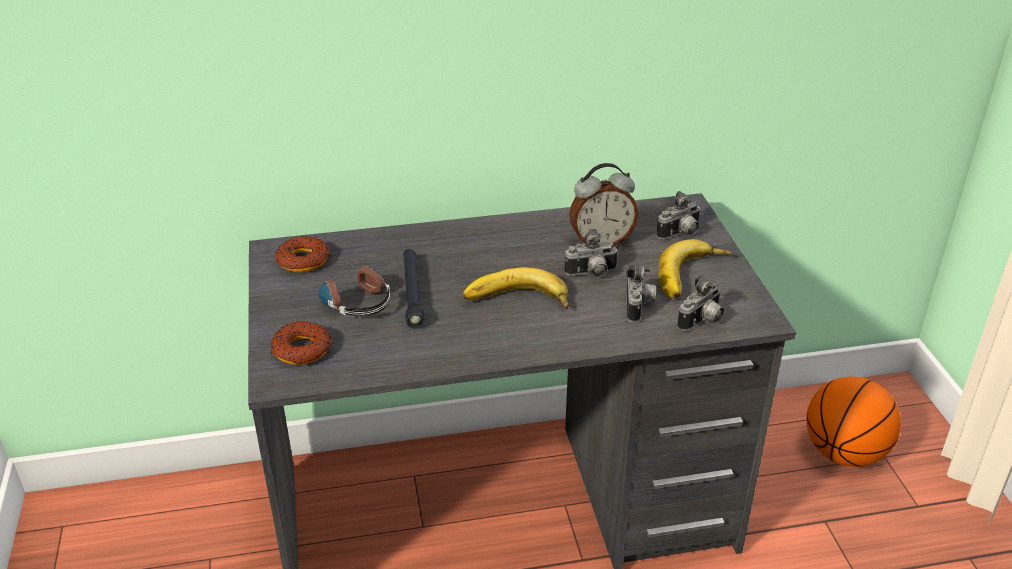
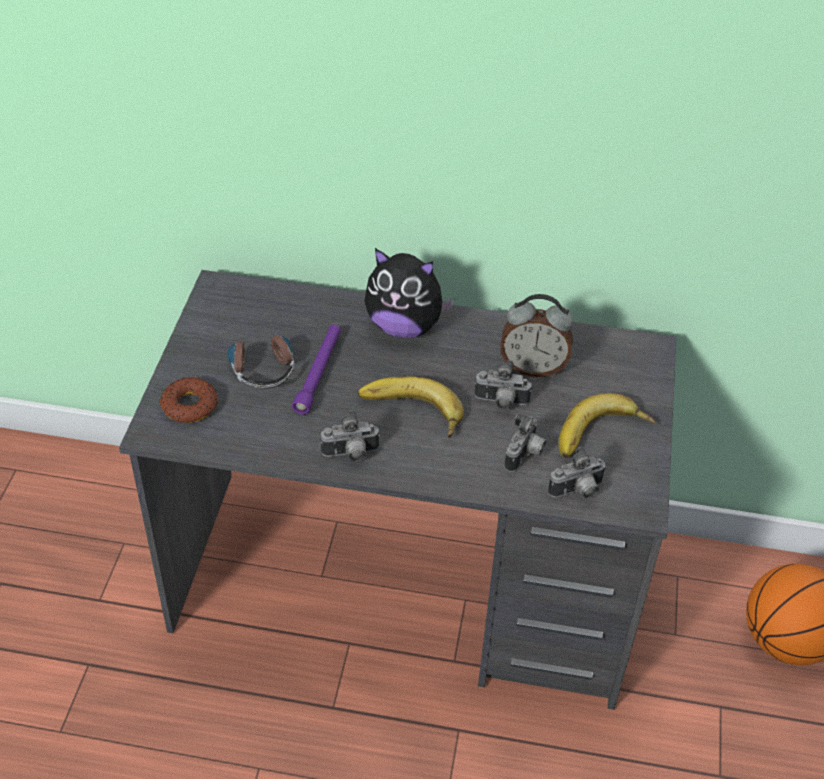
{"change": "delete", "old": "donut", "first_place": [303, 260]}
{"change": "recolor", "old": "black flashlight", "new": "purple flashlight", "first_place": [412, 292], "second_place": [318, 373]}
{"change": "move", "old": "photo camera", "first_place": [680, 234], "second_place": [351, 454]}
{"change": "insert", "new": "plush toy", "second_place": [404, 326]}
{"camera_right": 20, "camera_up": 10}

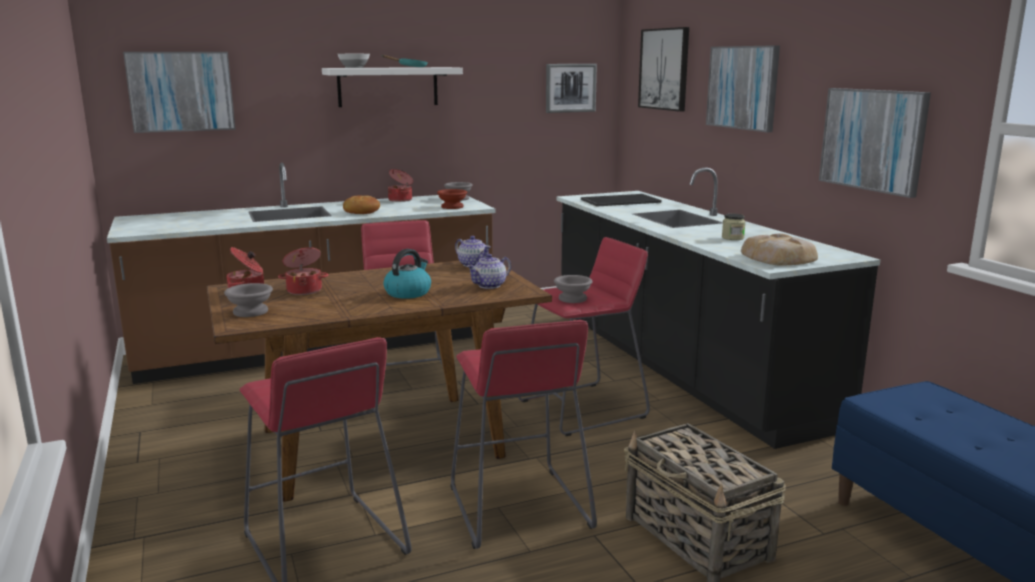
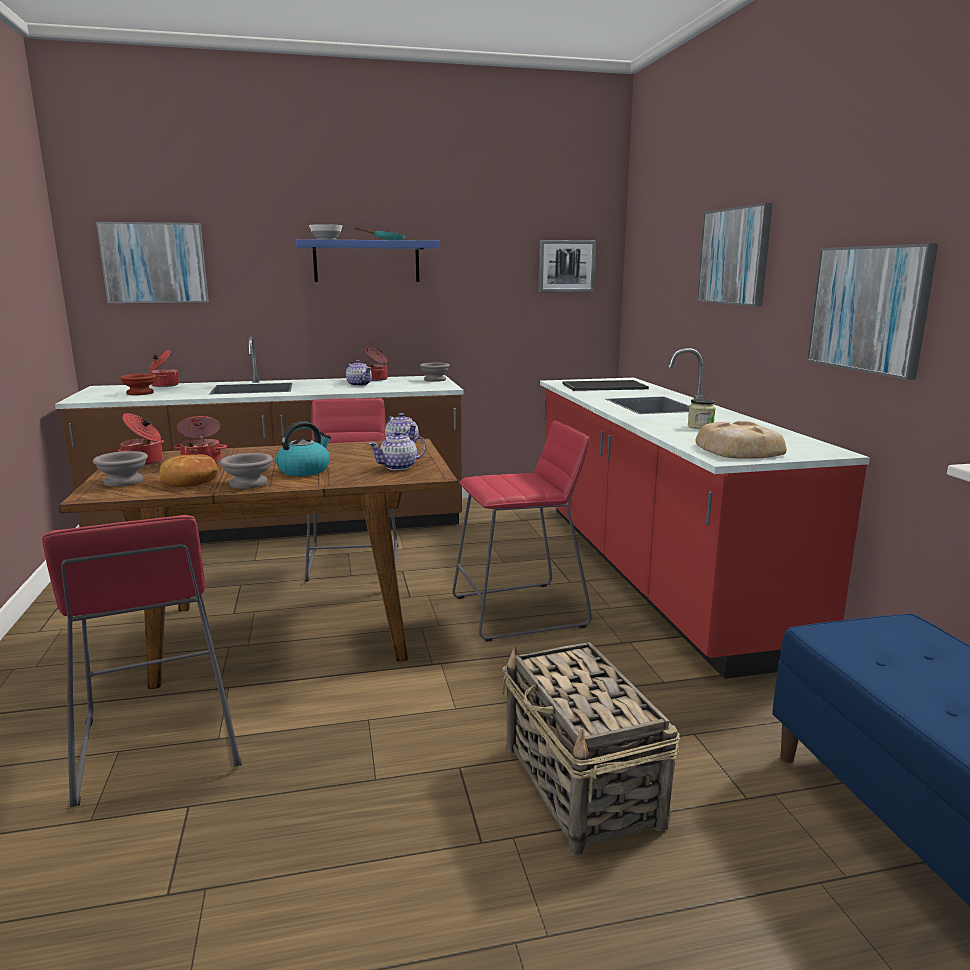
{"change": "recolor", "old": "white shelf", "new": "blue shelf", "first_place": [388, 86], "second_place": [366, 261]}
{"change": "move", "old": "bread", "first_place": [361, 212], "second_place": [189, 481]}
{"change": "move", "old": "brown bowl", "first_place": [452, 207], "second_place": [140, 393]}
{"change": "delete", "old": "red stool", "first_place": [518, 507]}
{"change": "move", "old": "grey bowl", "first_place": [573, 299], "second_place": [248, 484]}
{"change": "recolor", "old": "black counter", "new": "red counter", "first_place": [679, 365], "second_place": [651, 570]}
{"change": "delete", "old": "picture", "first_place": [664, 69]}
{"change": "insert", "new": "cooking pot", "second_place": [164, 385]}
{"change": "insert", "new": "teapot", "second_place": [359, 384]}
{"camera_right": 10, "camera_up": 0}

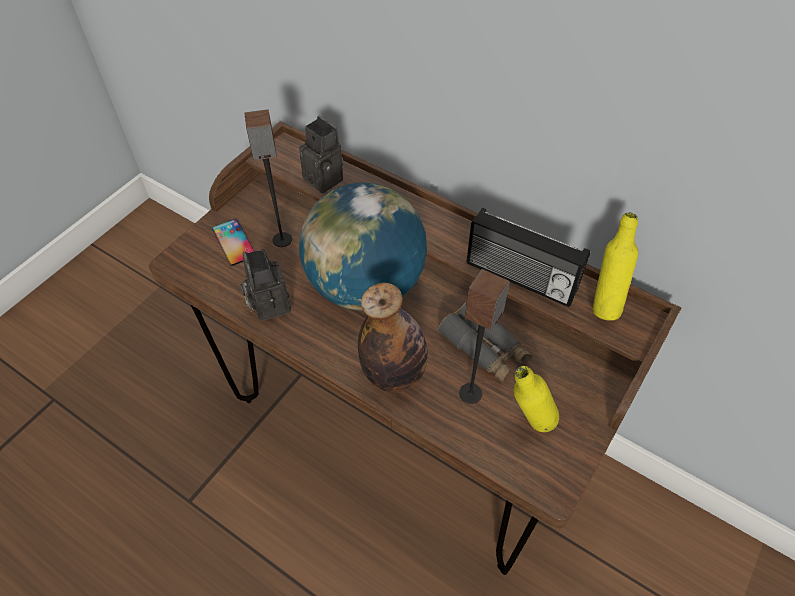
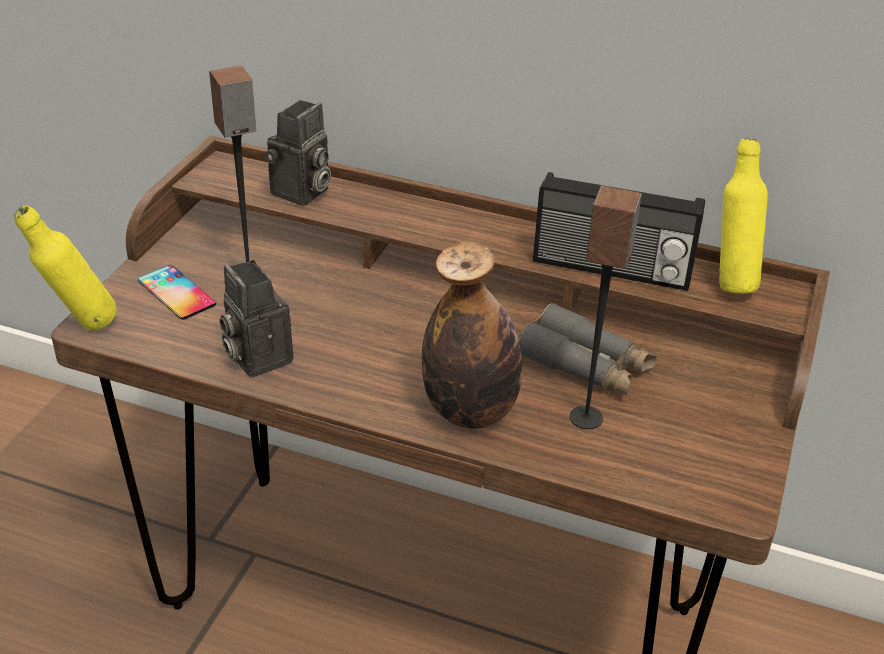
{"change": "delete", "old": "globe", "first_place": [365, 286]}
{"change": "rotate", "old": "photo camera", "first_place": [326, 179], "second_place": [301, 193], "degrees": 90}
{"change": "move", "old": "yellow bottle", "first_place": [528, 425], "second_place": [81, 328]}
{"camera_right": -15, "camera_up": -15}

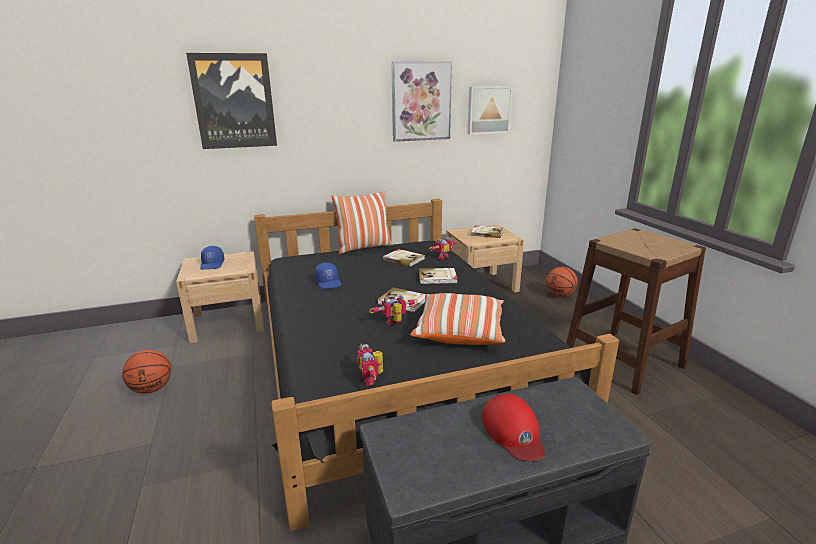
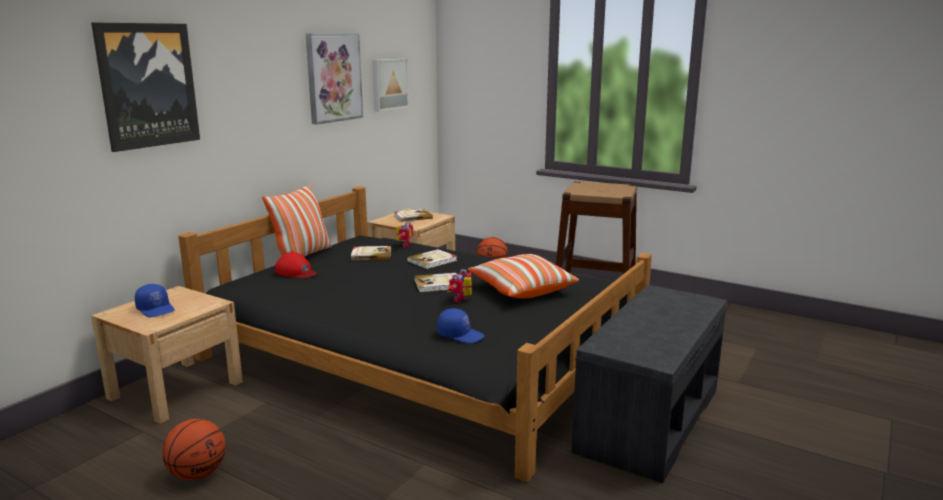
{"change": "move", "old": "blue cap", "first_place": [329, 282], "second_place": [460, 335]}
{"change": "delete", "old": "toy robot", "first_place": [372, 379]}
{"change": "move", "old": "red cap", "first_place": [513, 431], "second_place": [296, 272]}
{"camera_right": -40, "camera_up": -5}

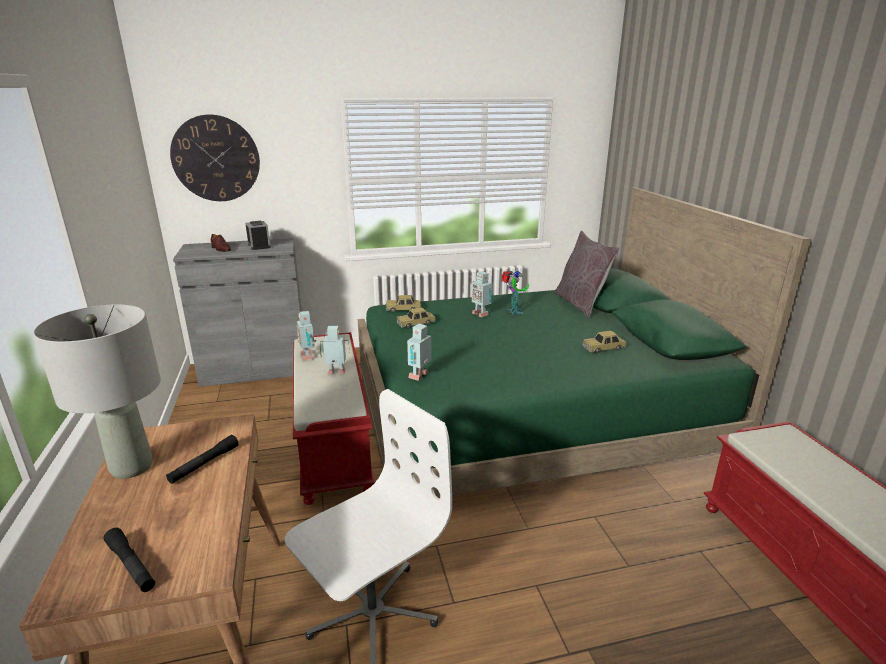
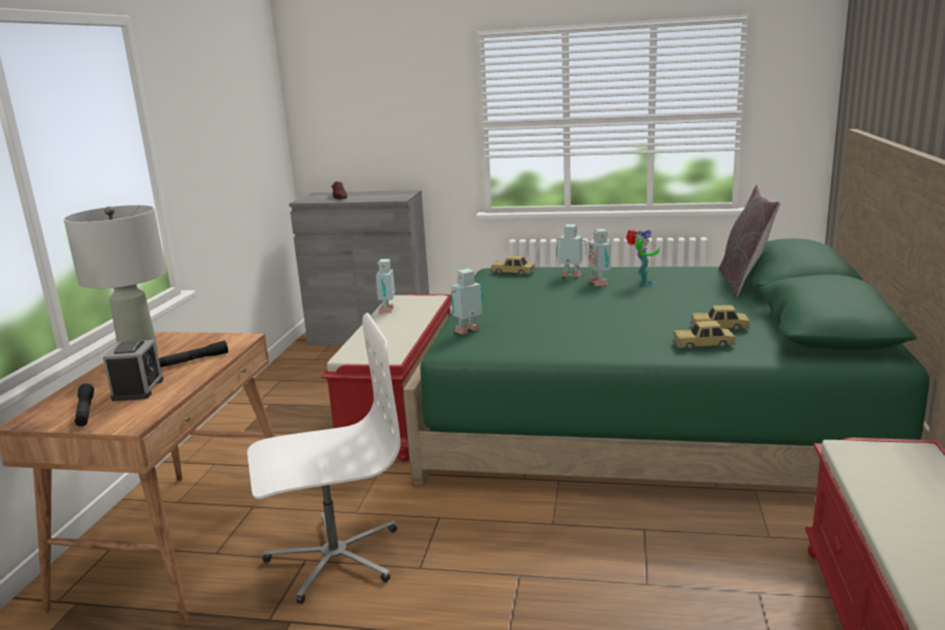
{"change": "delete", "old": "wall clock", "first_place": [216, 159]}
{"change": "move", "old": "alarm clock", "first_place": [259, 246], "second_place": [138, 389]}
{"change": "move", "old": "toy robot", "first_place": [337, 373], "second_place": [571, 276]}
{"change": "move", "old": "toy car", "first_place": [416, 324], "second_place": [703, 345]}
{"camera_right": 25, "camera_up": -5}

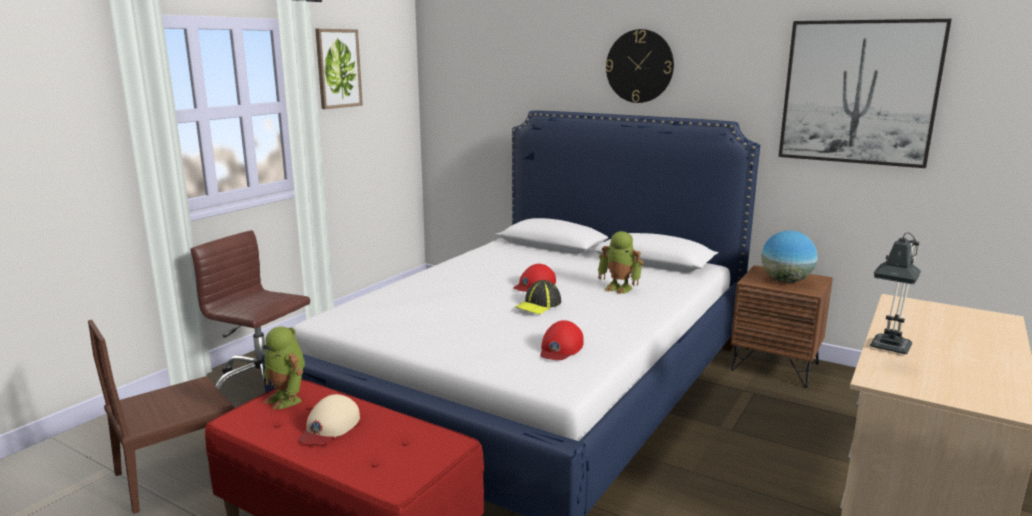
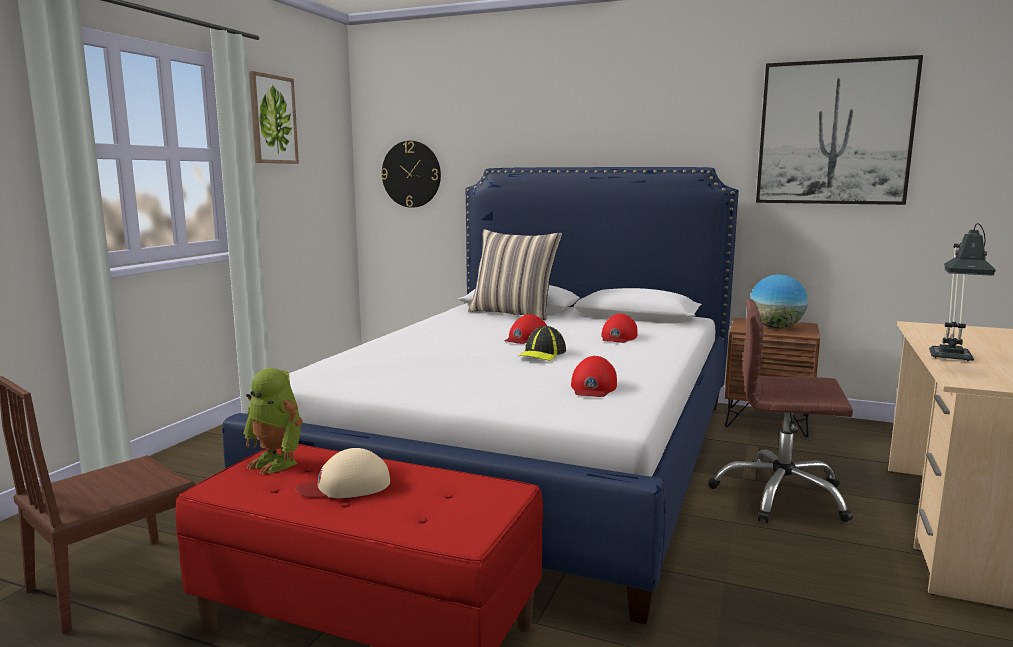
{"change": "move", "old": "brown office chair", "first_place": [263, 383], "second_place": [780, 495]}
{"change": "rotate", "old": "beige cap", "first_place": [329, 427], "second_place": [345, 486], "degrees": 60}
{"change": "replace", "old": "toy robot", "new": "red cap", "first_place": [619, 288], "second_place": [618, 337]}
{"change": "move", "old": "wall clock", "first_place": [639, 66], "second_place": [411, 174]}
{"change": "insert", "new": "pillow", "second_place": [513, 313]}
{"camera_right": -10, "camera_up": -5}

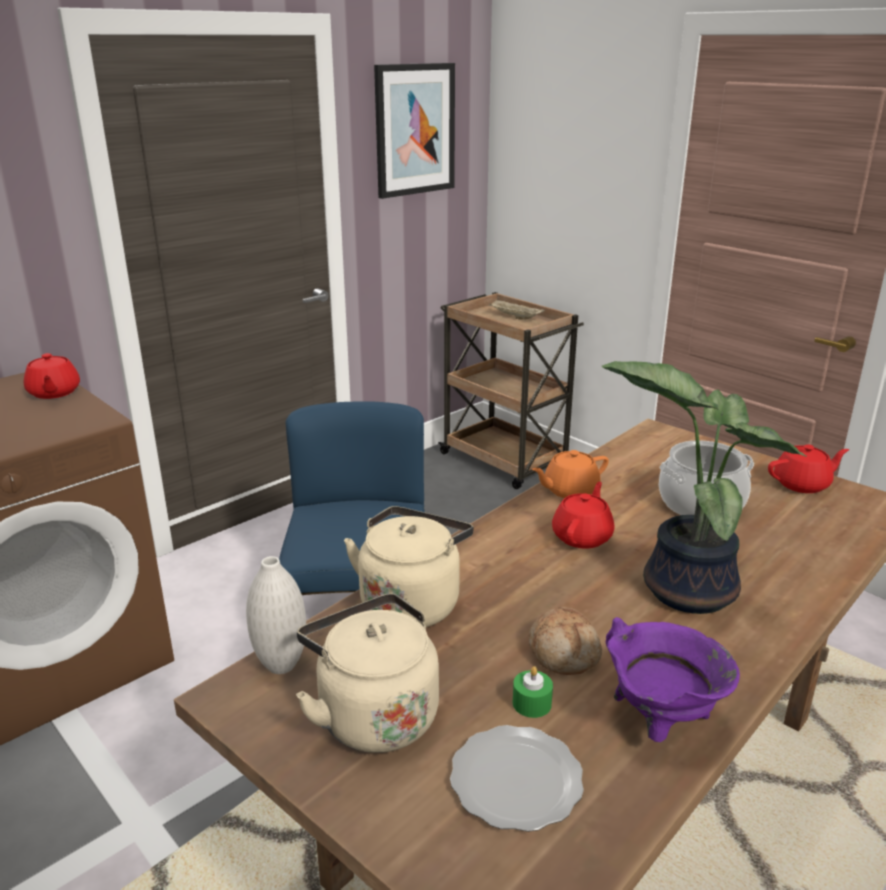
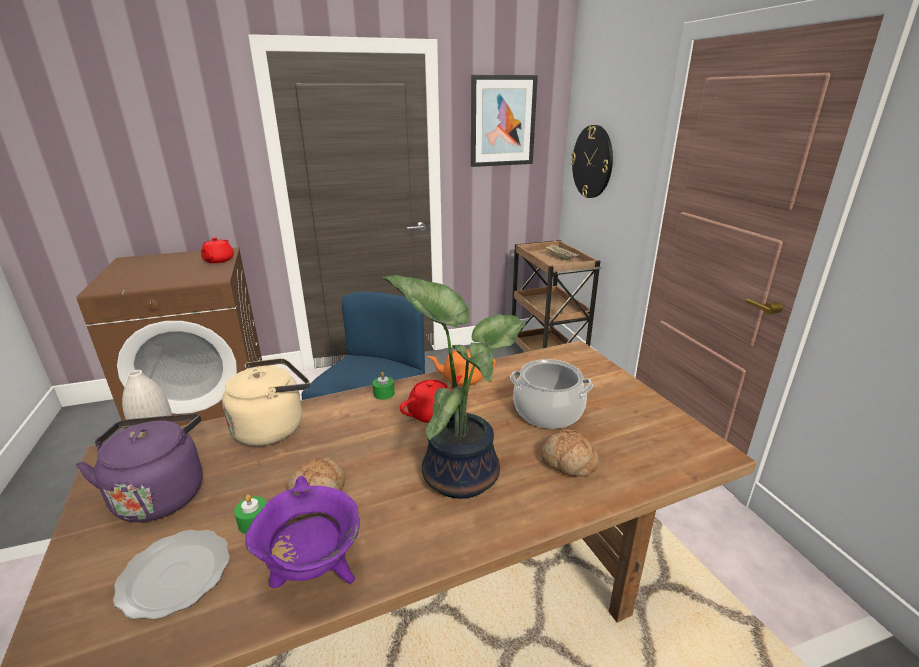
{"change": "recolor", "old": "beige kettle", "new": "purple kettle", "first_place": [373, 714], "second_place": [161, 493]}
{"change": "delete", "old": "red teapot", "first_place": [802, 484]}
{"change": "insert", "new": "green candle", "second_place": [384, 393]}
{"change": "insert", "new": "bread", "second_place": [568, 462]}
{"change": "insert", "new": "wall clock", "second_place": [592, 162]}
{"camera_right": 25, "camera_up": 0}

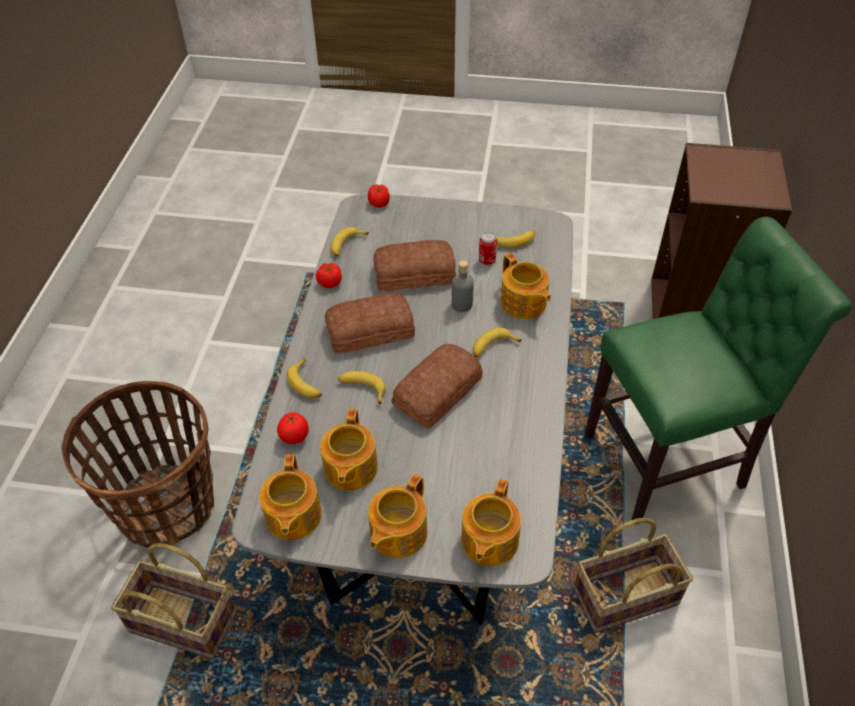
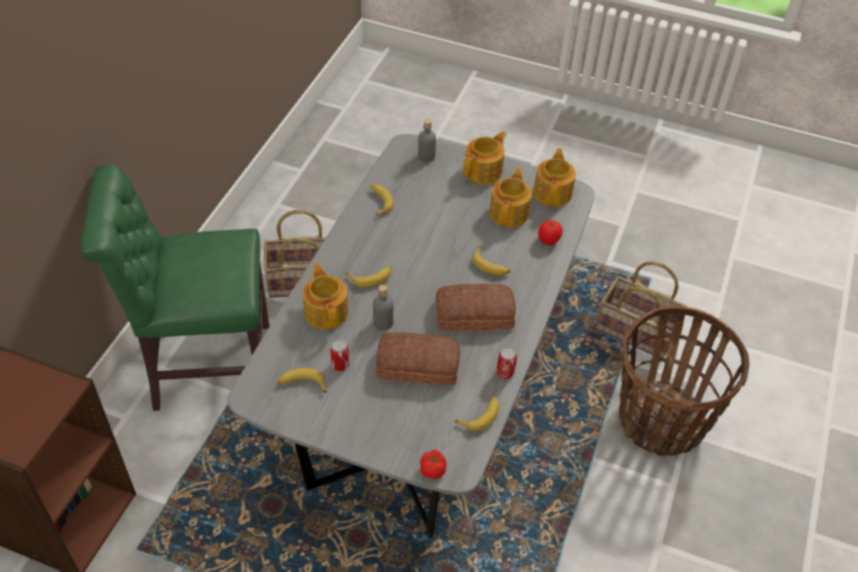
{"change": "move", "old": "banana", "first_place": [306, 384], "second_place": [379, 202]}
{"change": "replace", "old": "tomato", "new": "can", "first_place": [329, 282], "second_place": [505, 373]}
{"change": "delete", "old": "bread", "first_place": [440, 392]}
{"change": "replace", "old": "teapot", "new": "grey bottle", "first_place": [488, 541], "second_place": [426, 156]}
{"camera_right": -170, "camera_up": 0}

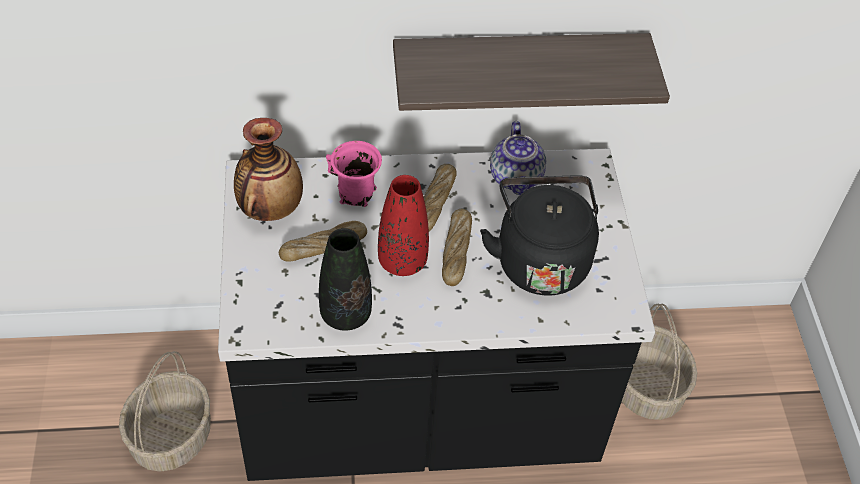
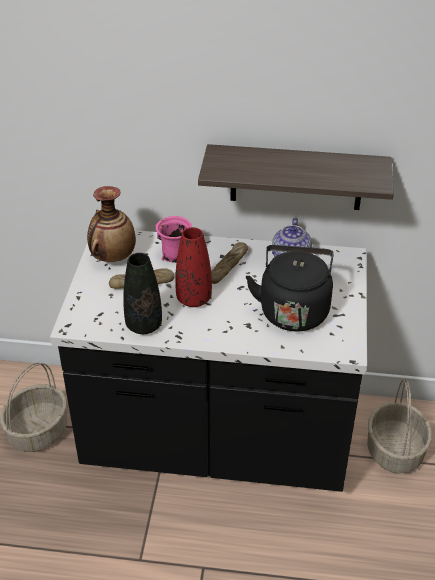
{"change": "delete", "old": "bread", "first_place": [456, 251]}
{"camera_right": 15, "camera_up": -10}

